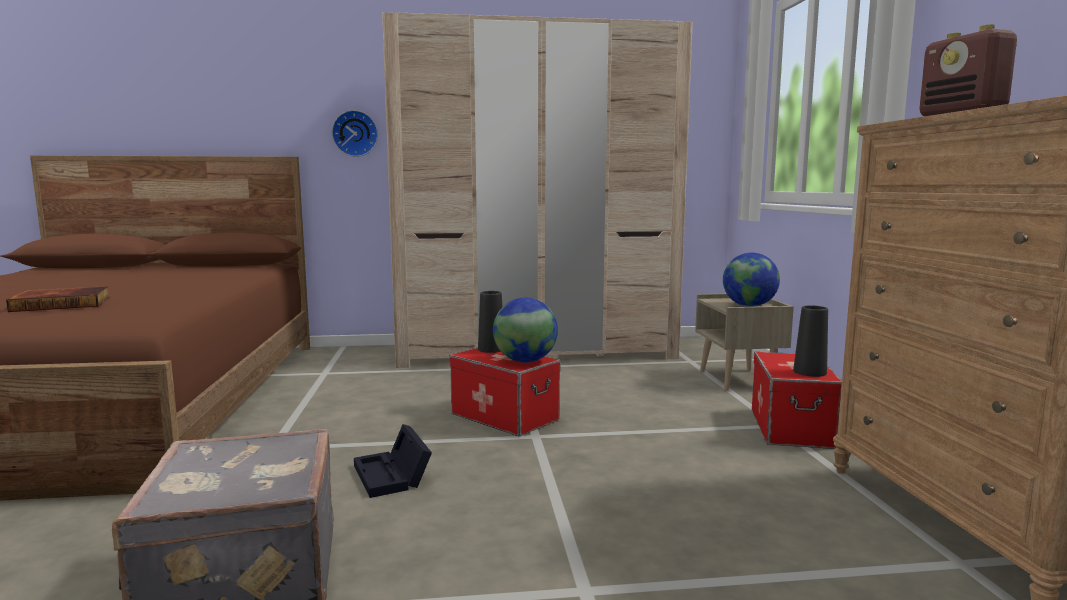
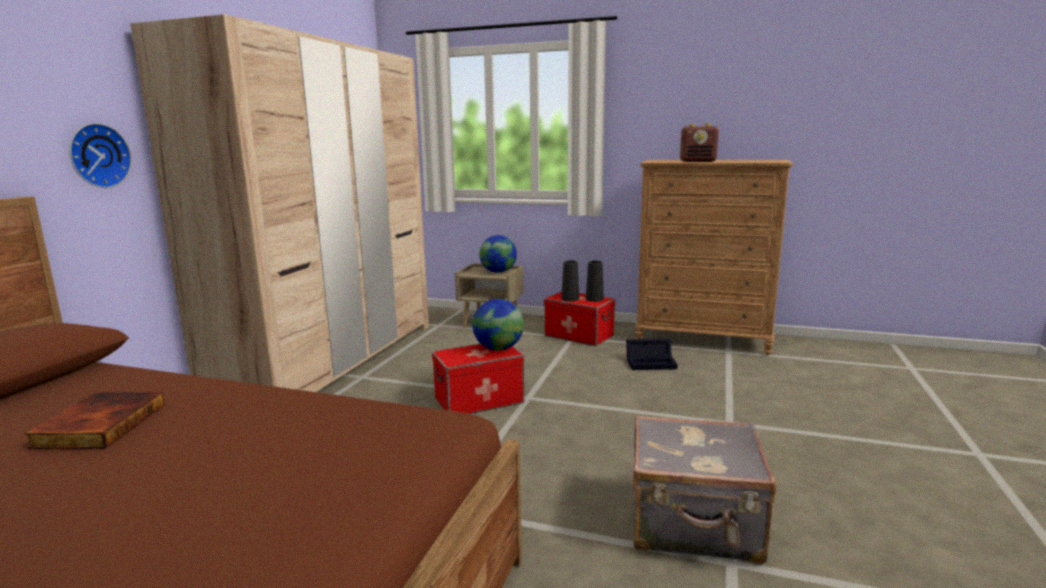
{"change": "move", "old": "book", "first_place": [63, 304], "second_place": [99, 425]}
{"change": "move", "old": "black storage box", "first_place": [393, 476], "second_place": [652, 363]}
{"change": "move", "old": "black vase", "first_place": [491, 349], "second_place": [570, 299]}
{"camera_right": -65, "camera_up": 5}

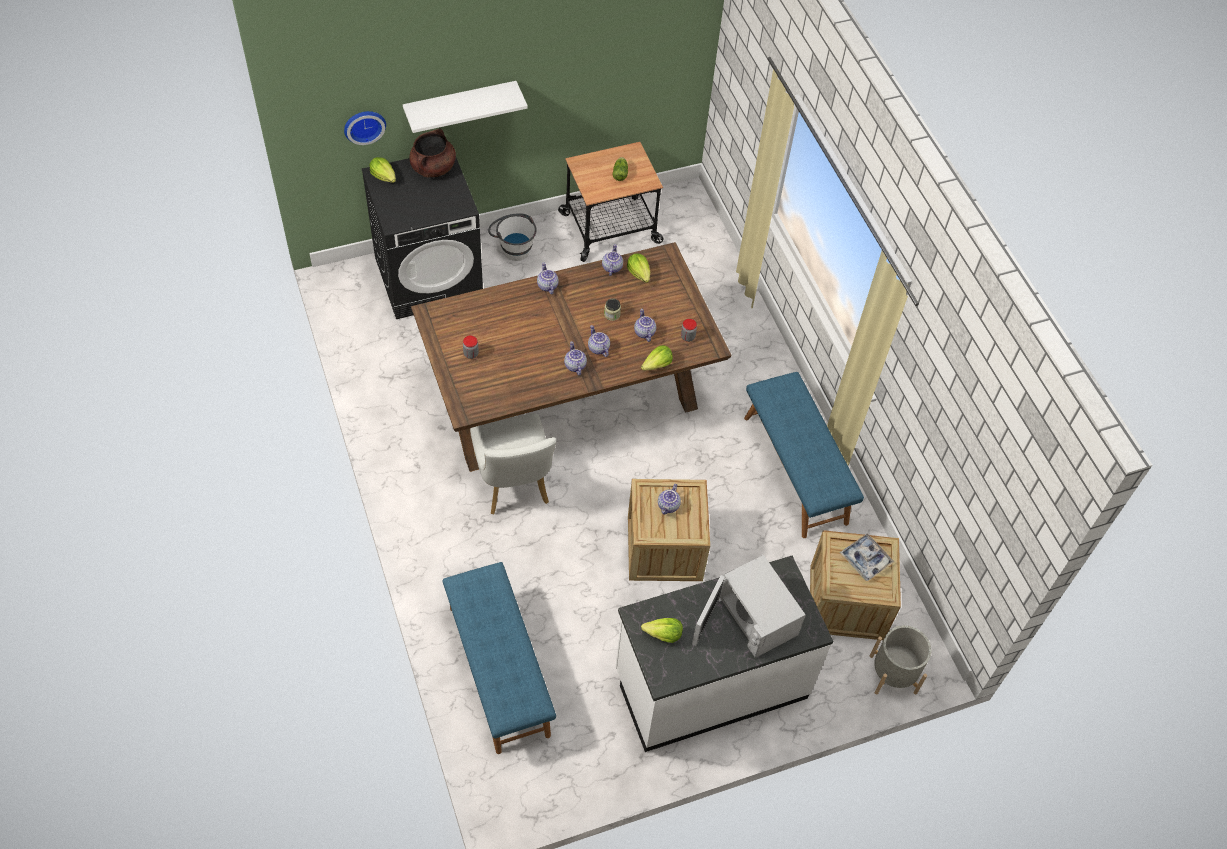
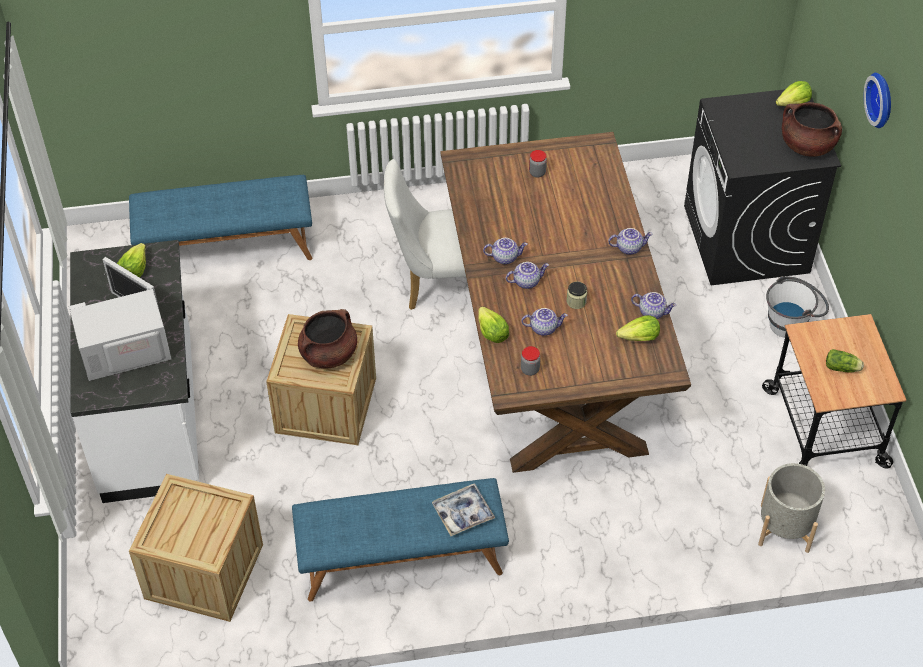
{"change": "move", "old": "wall clock", "first_place": [364, 125], "second_place": [882, 99]}
{"change": "delete", "old": "white shelf", "first_place": [460, 104]}
{"change": "replace", "old": "teapot", "new": "brown cooking pot", "first_place": [669, 506], "second_place": [328, 354]}
{"change": "move", "old": "tray", "first_place": [865, 559], "second_place": [463, 513]}
{"change": "move", "old": "grey planter", "first_place": [893, 674], "second_place": [784, 528]}
{"camera_right": 105, "camera_up": -5}

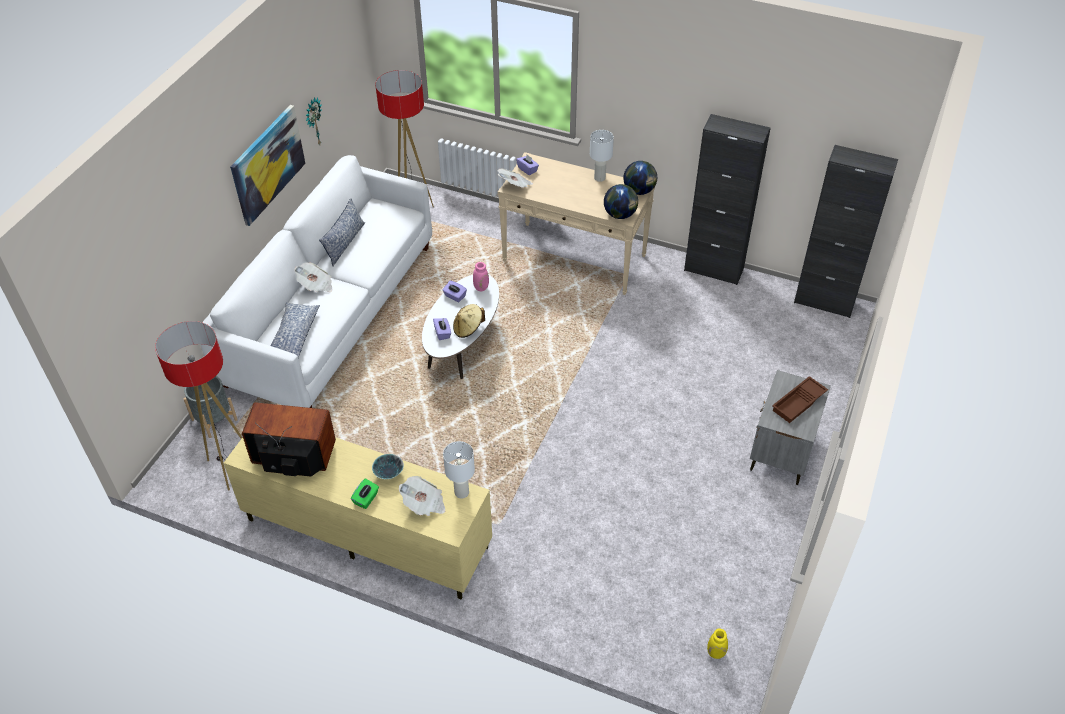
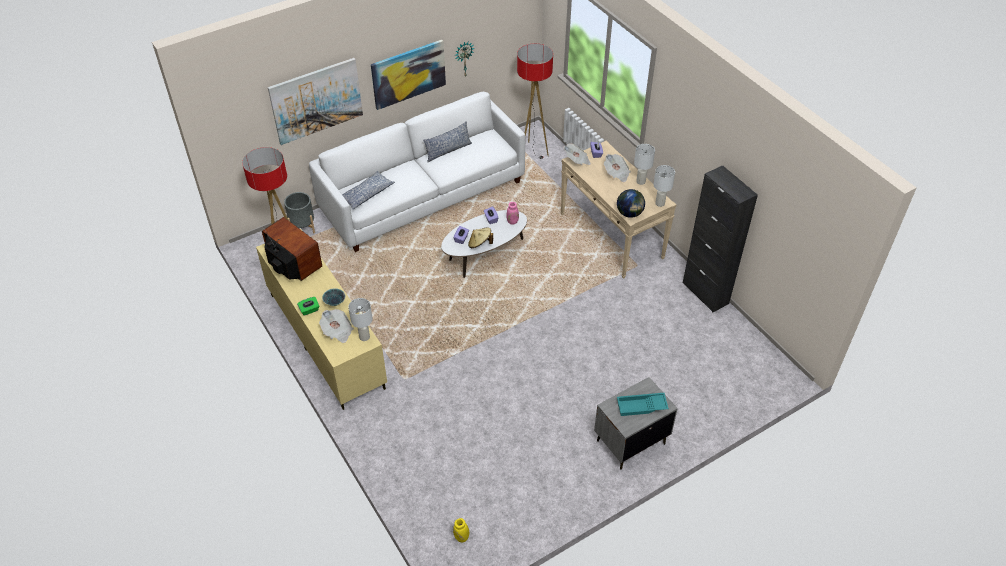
{"change": "move", "old": "newspaper", "first_place": [316, 285], "second_place": [616, 173]}
{"change": "replace", "old": "globe", "new": "white table lamp", "first_place": [639, 191], "second_place": [660, 203]}
{"change": "recolor", "old": "brown tray", "new": "turquoise tray", "first_place": [799, 403], "second_place": [641, 407]}
{"change": "delete", "old": "black cabinet", "first_place": [824, 302]}
{"change": "insert", "new": "picture", "second_place": [316, 100]}
{"camera_right": 35, "camera_up": 0}

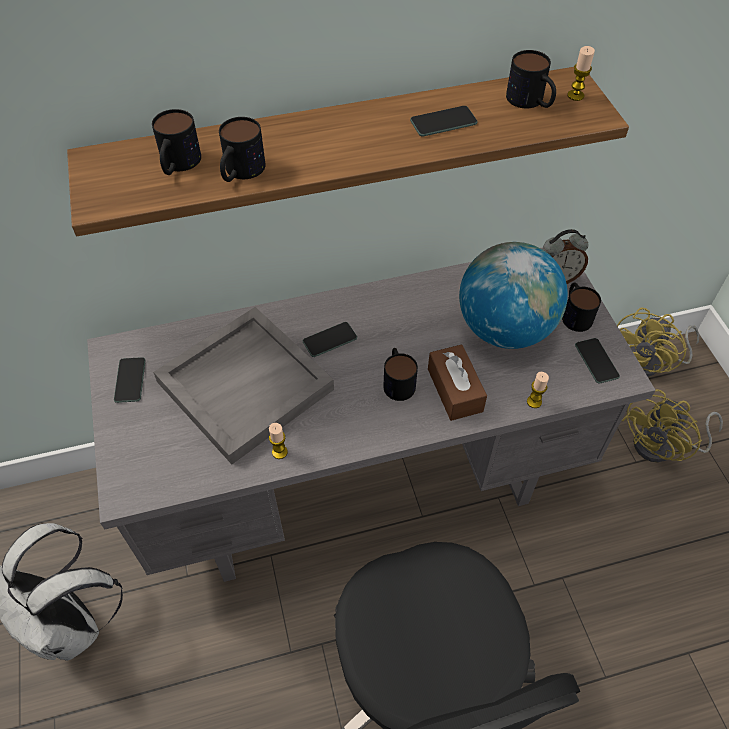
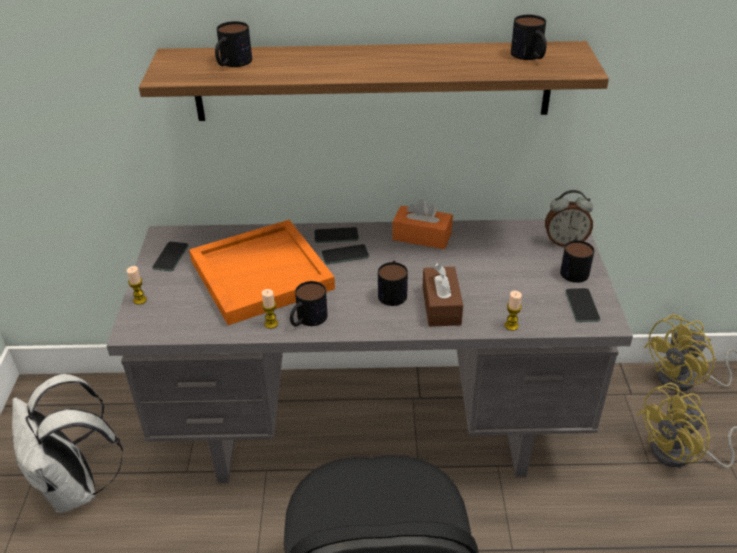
{"change": "recolor", "old": "grey tray", "new": "orange tray", "first_place": [245, 384], "second_place": [262, 274]}
{"change": "move", "old": "mug", "first_place": [240, 172], "second_place": [307, 320]}
{"change": "move", "old": "phone", "first_place": [443, 122], "second_place": [336, 236]}
{"change": "delete", "old": "globe", "first_place": [504, 329]}
{"change": "move", "old": "candle", "first_place": [575, 95], "second_place": [140, 300]}
{"change": "insert", "new": "orange tissue box", "second_place": [422, 236]}
{"camera_right": 15, "camera_up": -15}

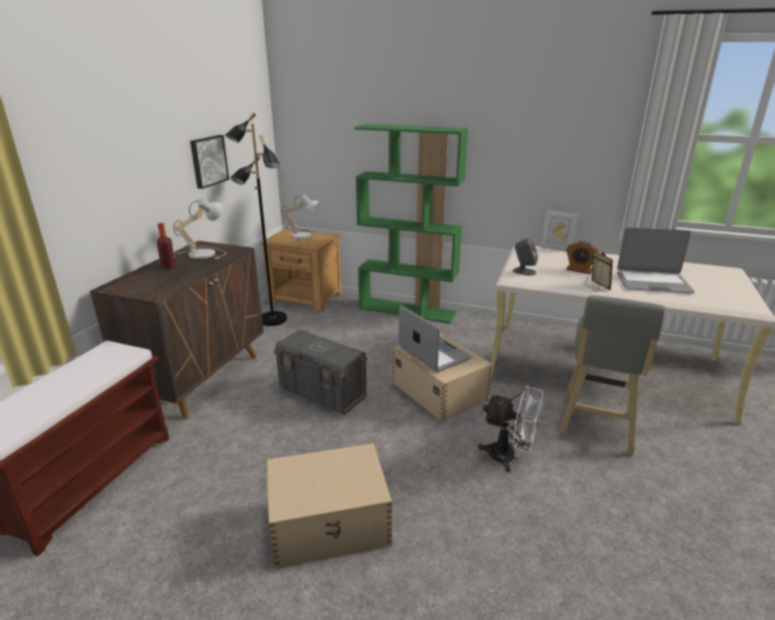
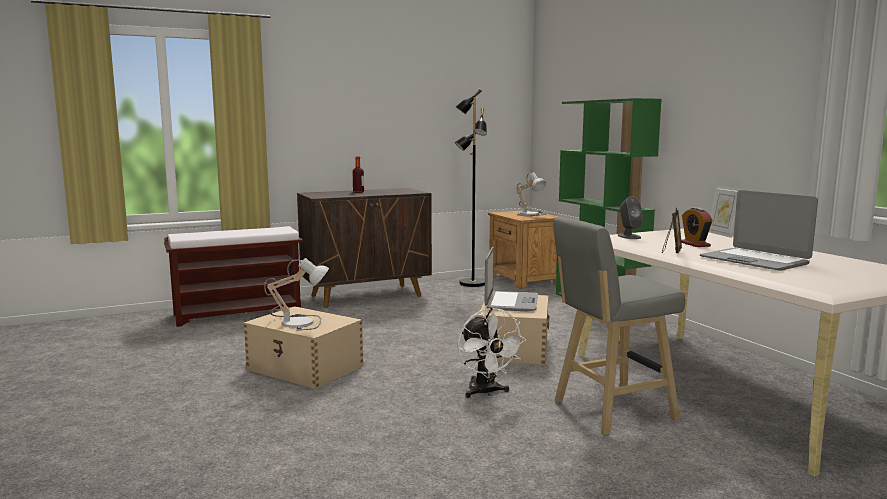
{"change": "move", "old": "table lamp", "first_place": [202, 253], "second_place": [300, 322]}
{"change": "delete", "old": "picture", "first_place": [208, 161]}
{"change": "delete", "old": "grey storage box", "first_place": [322, 393]}
{"camera_right": 45, "camera_up": -15}

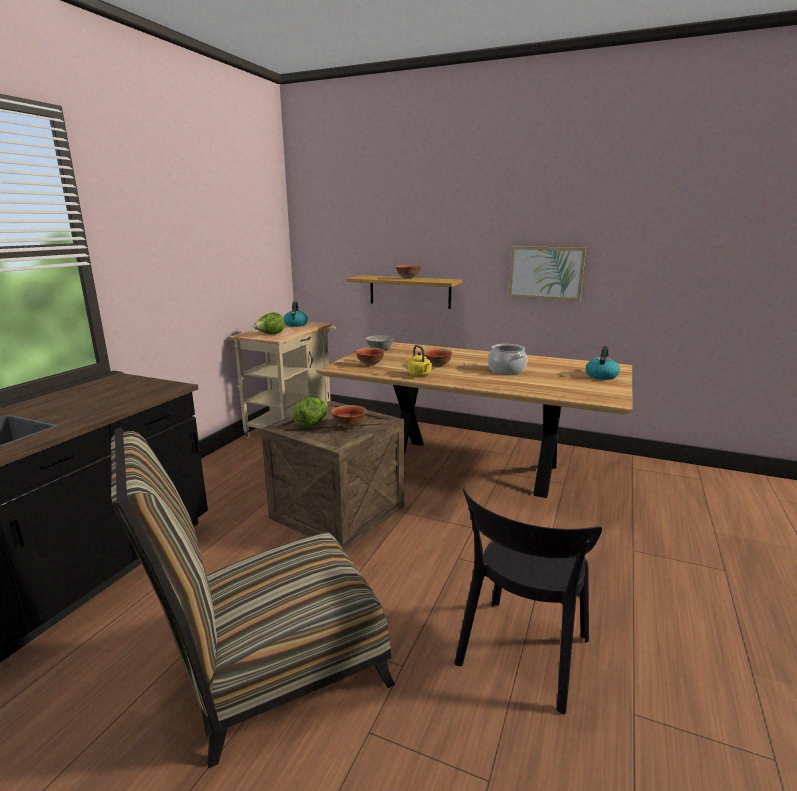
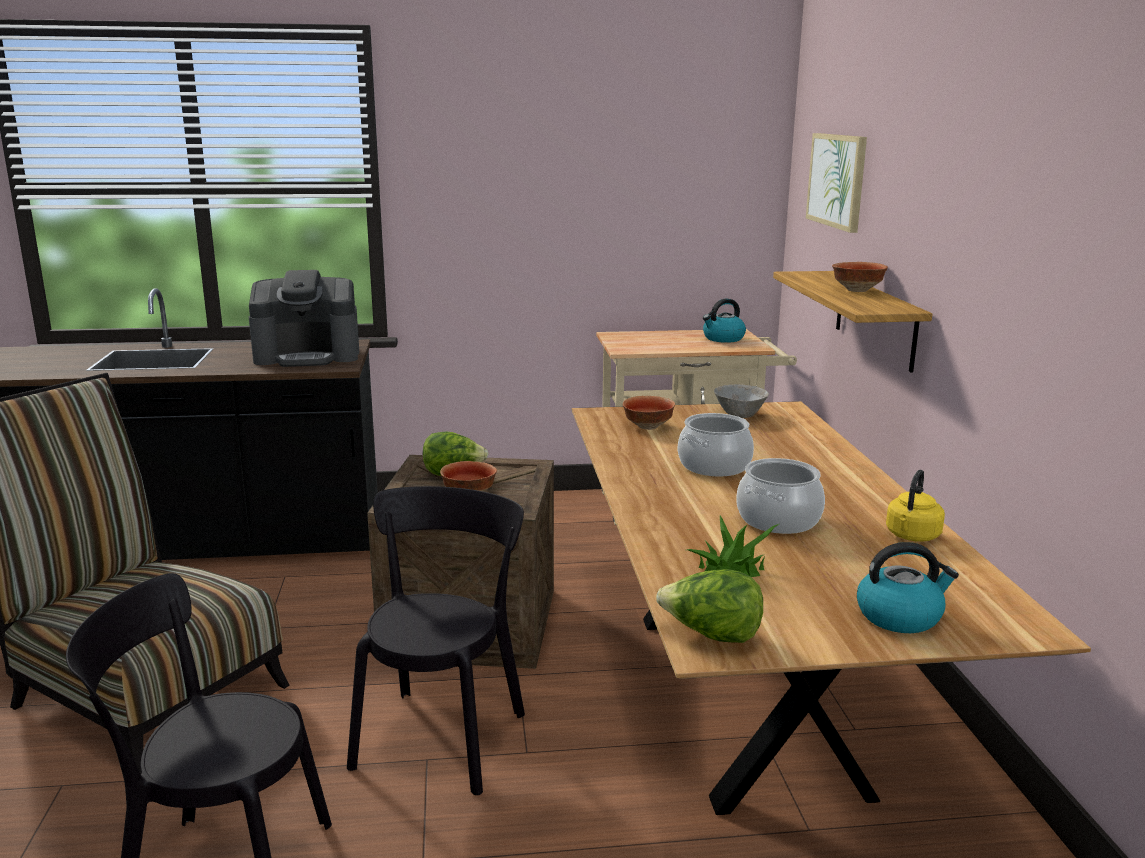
{"change": "move", "old": "lettuce", "first_place": [270, 334], "second_place": [711, 636]}
{"change": "move", "old": "yellow kettle", "first_place": [420, 375], "second_place": [911, 536]}
{"change": "replace", "old": "bowl", "new": "cooking pot", "first_place": [437, 366], "second_place": [714, 466]}
{"change": "move", "old": "picture", "first_place": [546, 273], "second_place": [837, 180]}
{"change": "insert", "new": "coffee machine", "second_place": [308, 355]}
{"change": "insert", "new": "black chair", "second_place": [443, 734]}
{"change": "insert", "new": "potted plant", "second_place": [732, 569]}
{"camera_right": 60, "camera_up": 0}

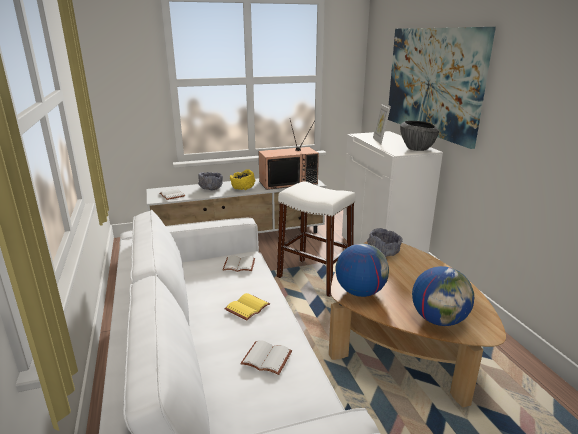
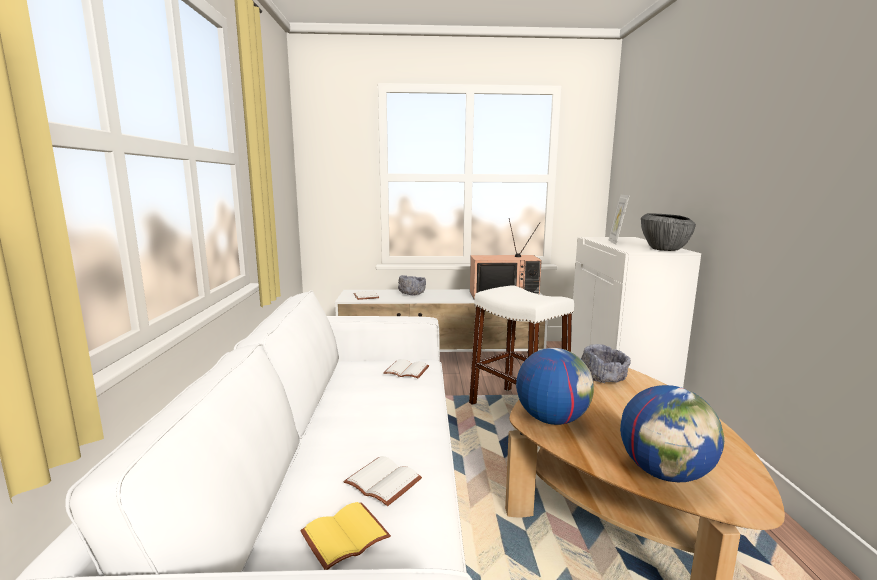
{"change": "move", "old": "yellow book", "first_place": [247, 307], "second_place": [345, 534]}
{"change": "delete", "old": "yellow bowl", "first_place": [243, 187]}
{"change": "delete", "old": "picture", "first_place": [432, 82]}
{"camera_right": 15, "camera_up": -10}

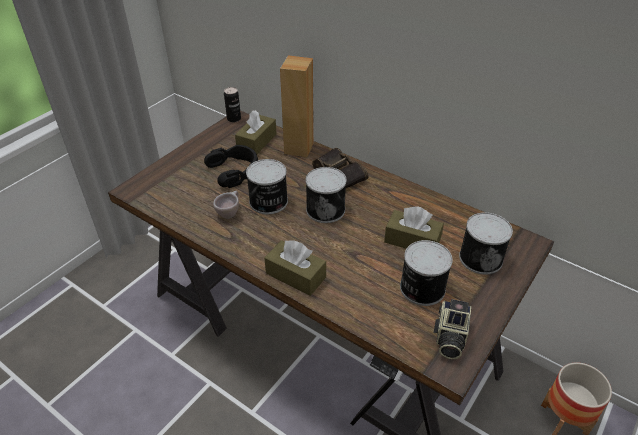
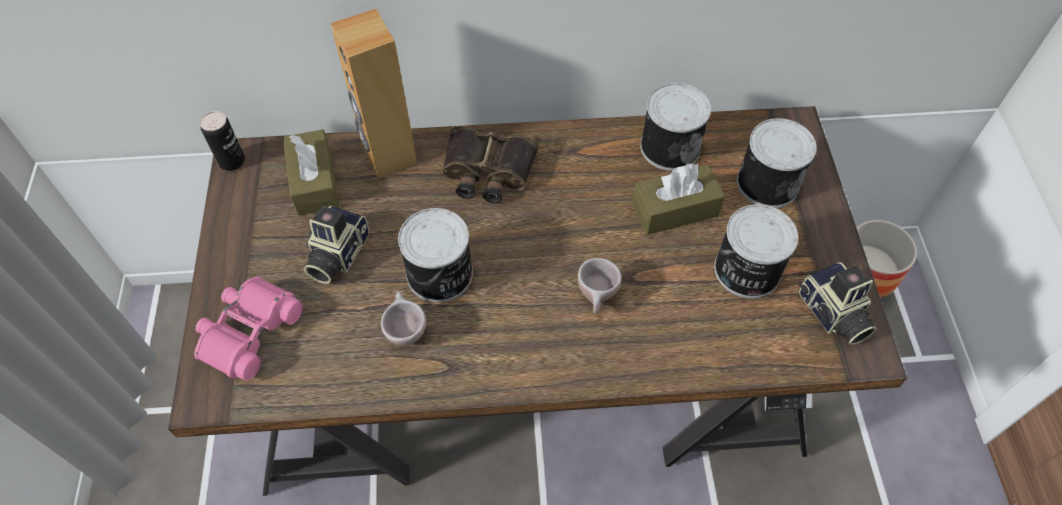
{"change": "replace", "old": "black headphones", "new": "photo camera", "first_place": [235, 171], "second_place": [336, 255]}
{"change": "delete", "old": "brown tissue box", "first_place": [295, 275]}
{"change": "move", "old": "can", "first_place": [326, 209], "second_place": [669, 146]}
{"change": "insert", "new": "pink binoculars", "second_place": [248, 331]}
{"change": "insert", "new": "beige cup", "second_place": [597, 298]}
{"camera_right": -40, "camera_up": 15}

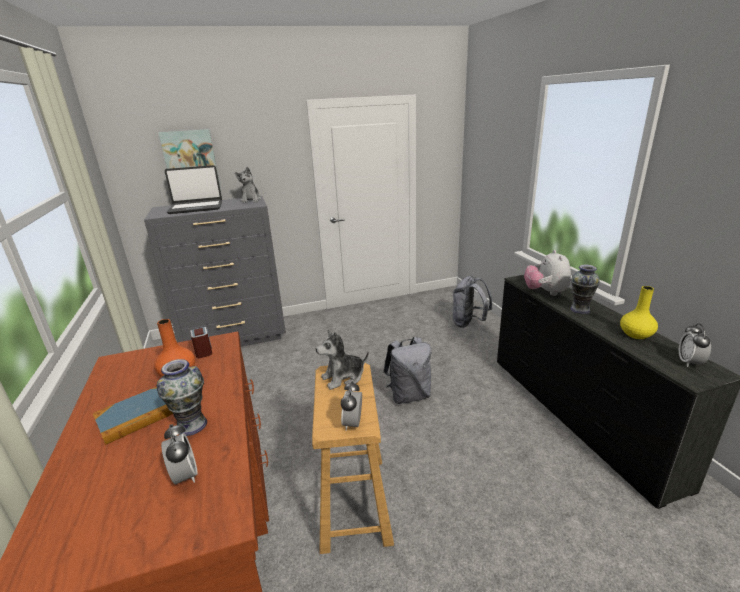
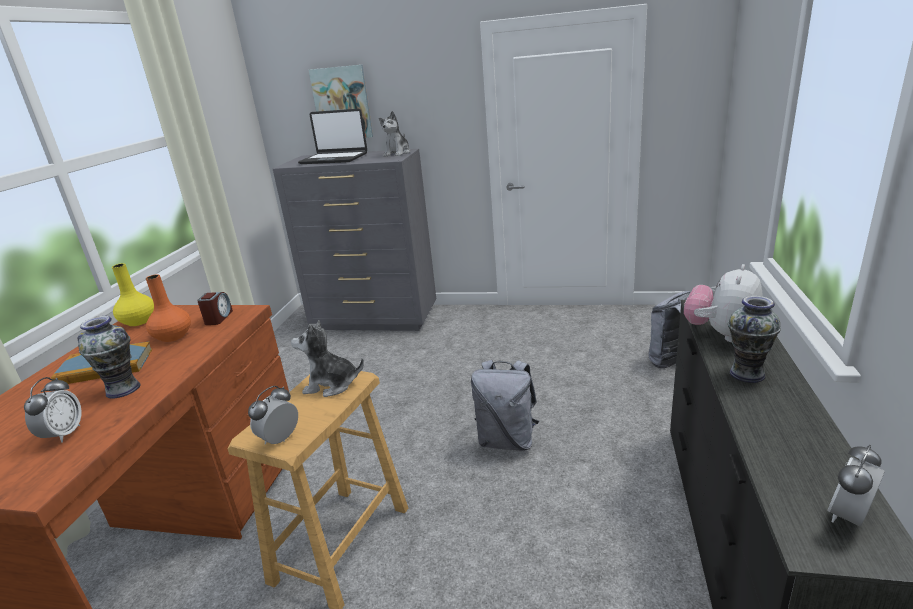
{"change": "move", "old": "yellow vase", "first_place": [635, 334], "second_place": [139, 321]}
{"camera_right": 30, "camera_up": 0}

